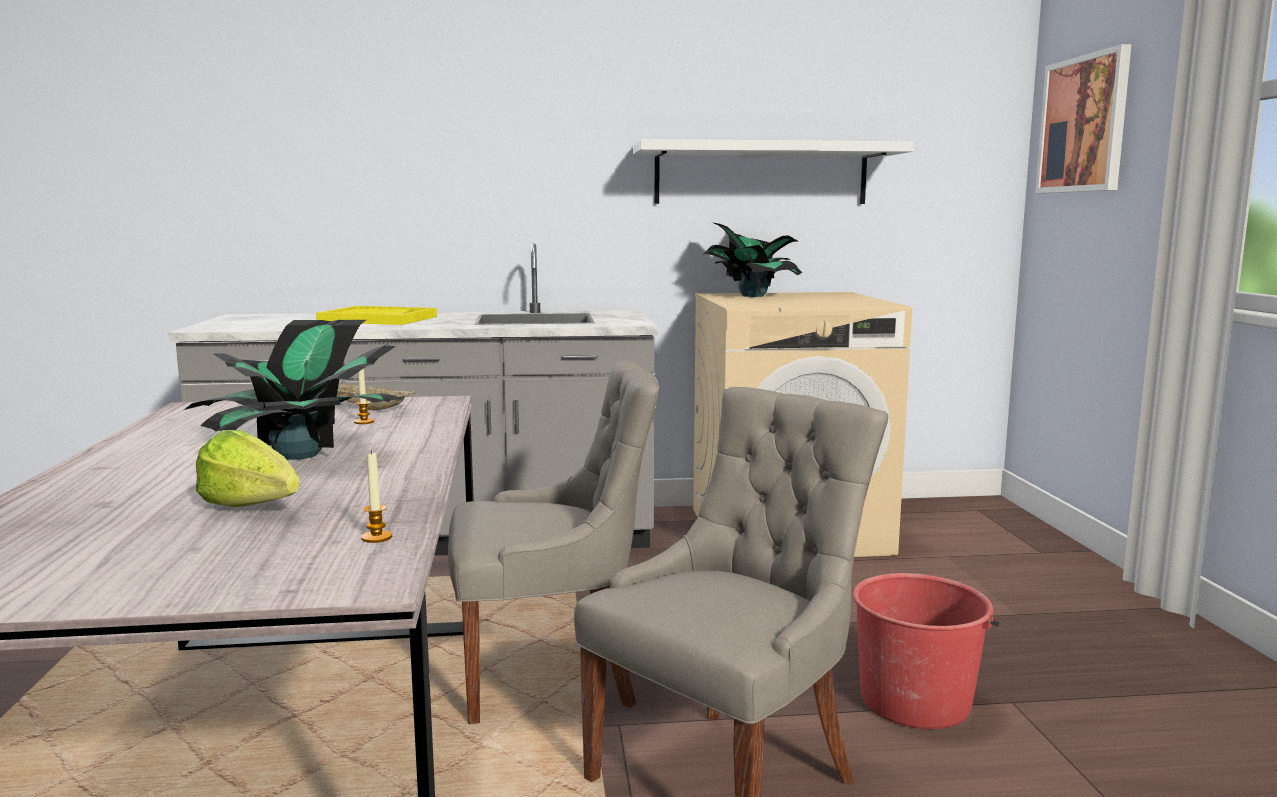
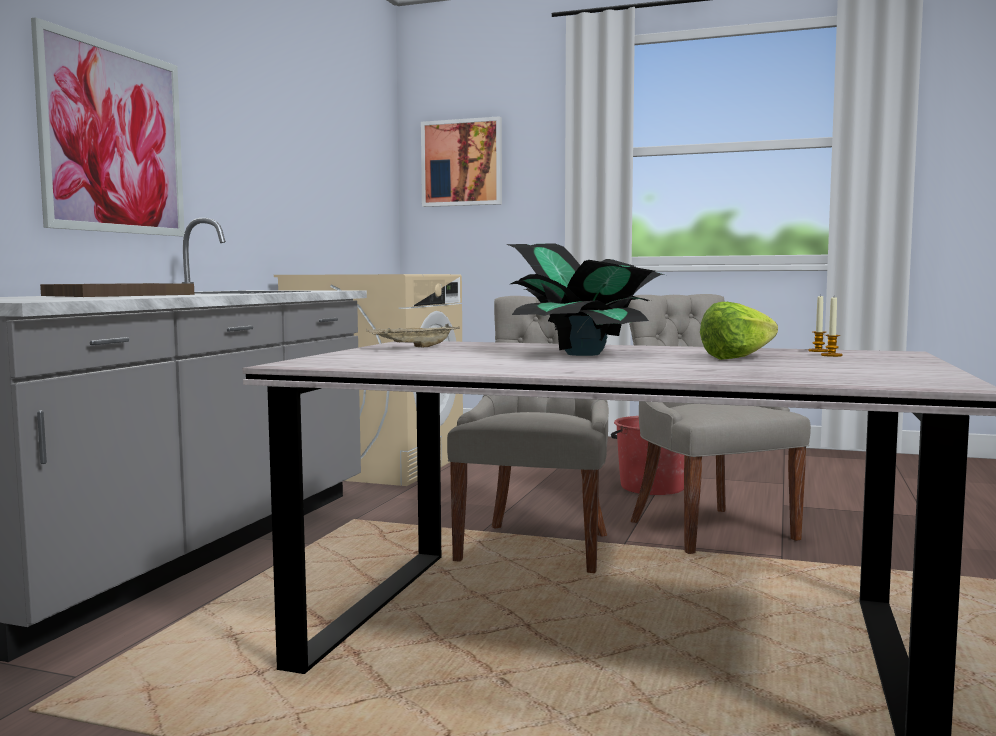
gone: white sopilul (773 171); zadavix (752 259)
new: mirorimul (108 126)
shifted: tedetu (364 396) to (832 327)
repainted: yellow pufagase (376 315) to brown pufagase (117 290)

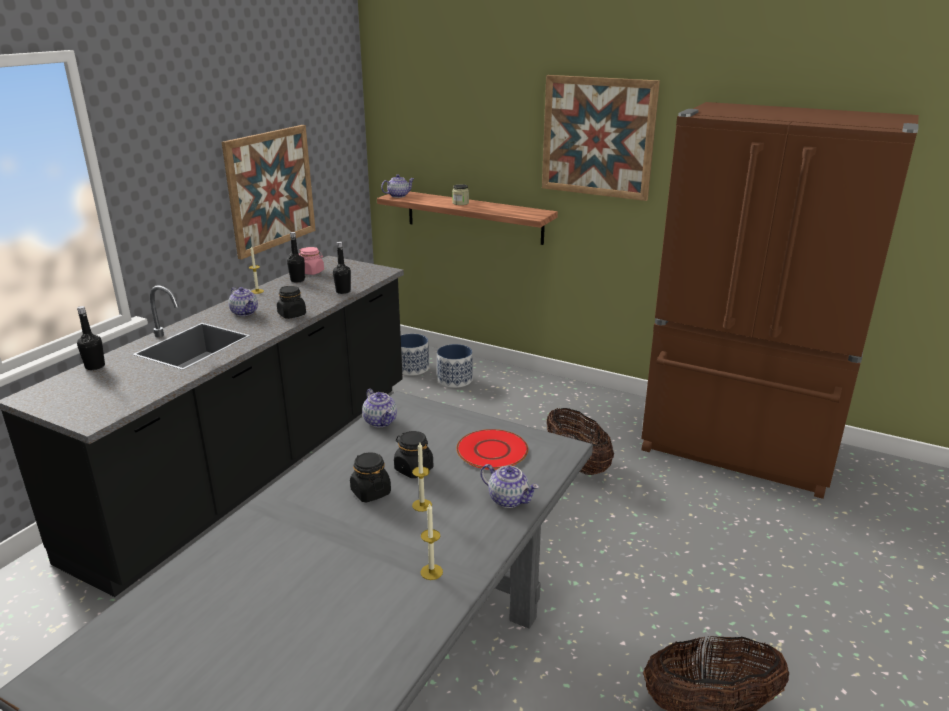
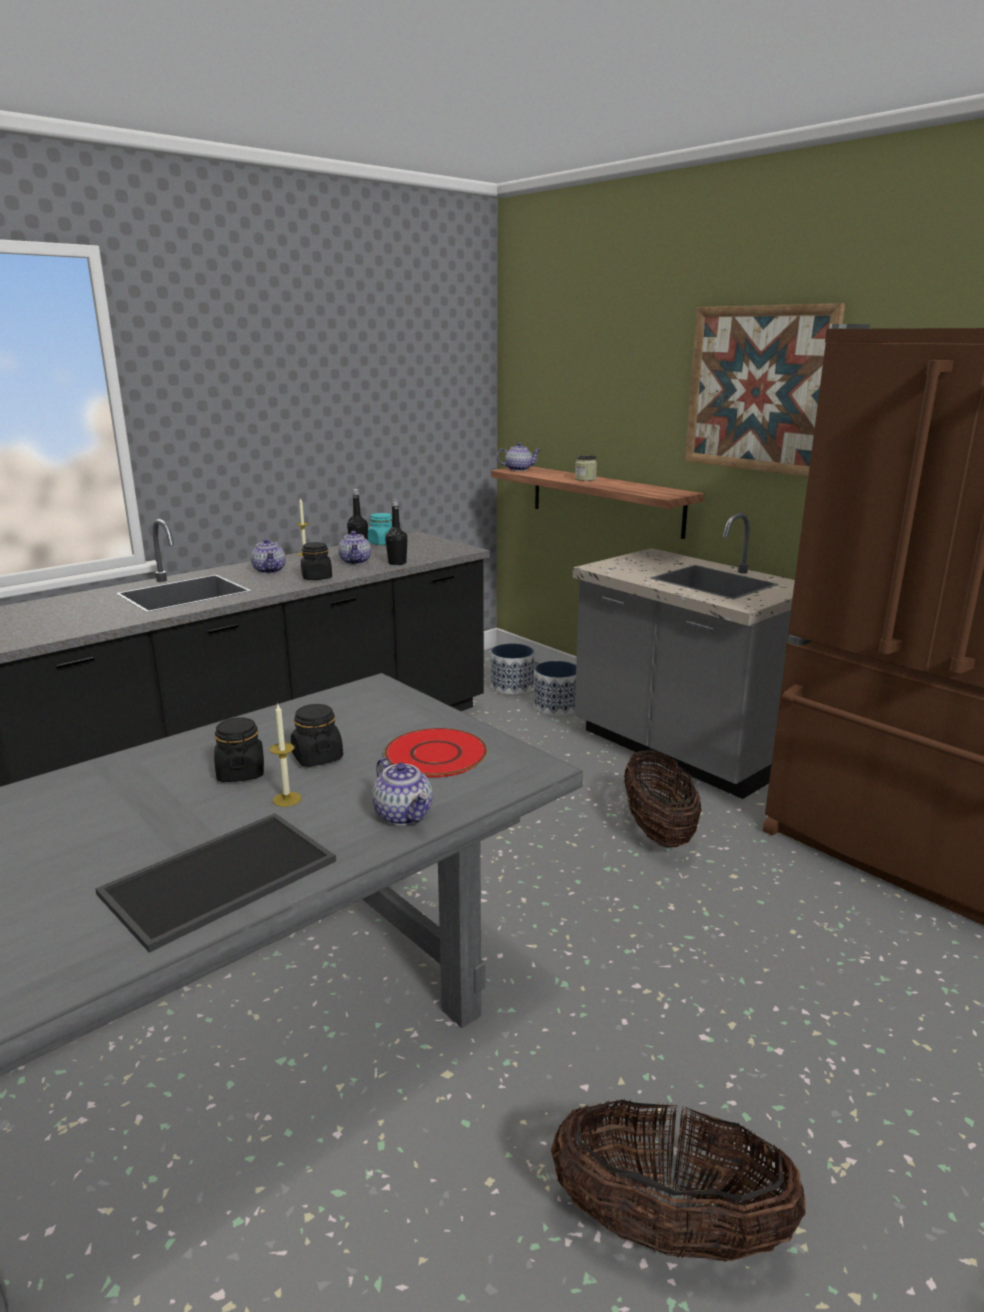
gone: mirorimul (268 192); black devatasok (91 338)
new: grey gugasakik (684 656)
shifted: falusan (379 408) to (354 547)
swapped: tedetu (431 541) to pufagase (215 883)
repainted: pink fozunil (311 261) to turquoise fozunil (380 529)

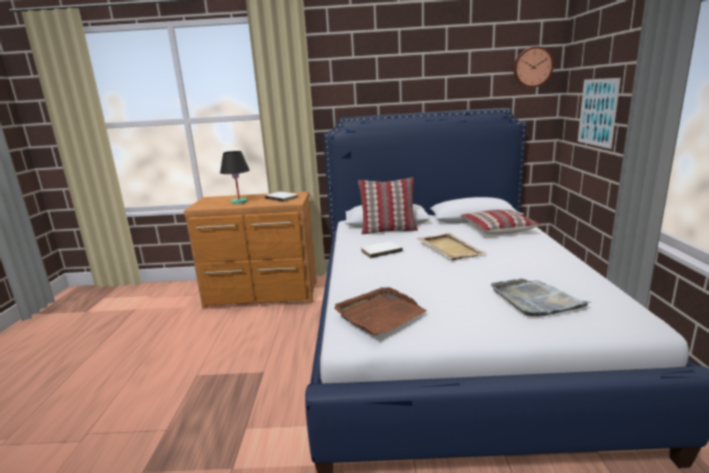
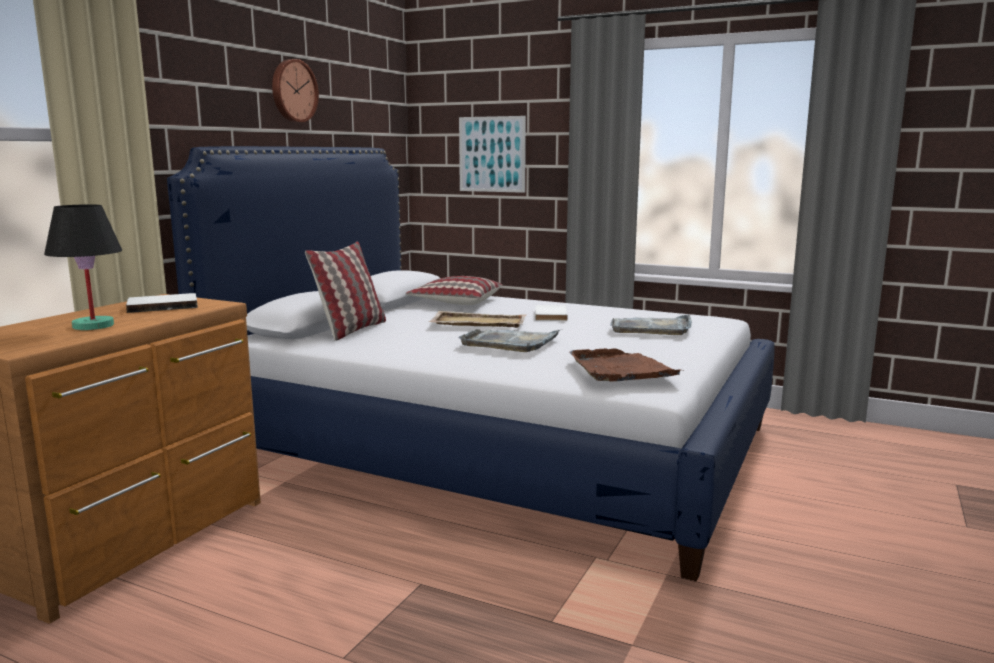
new: grey pufagase (509 340)
shifted: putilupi (533 67) to (295 91); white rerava (382 249) to (551 313)

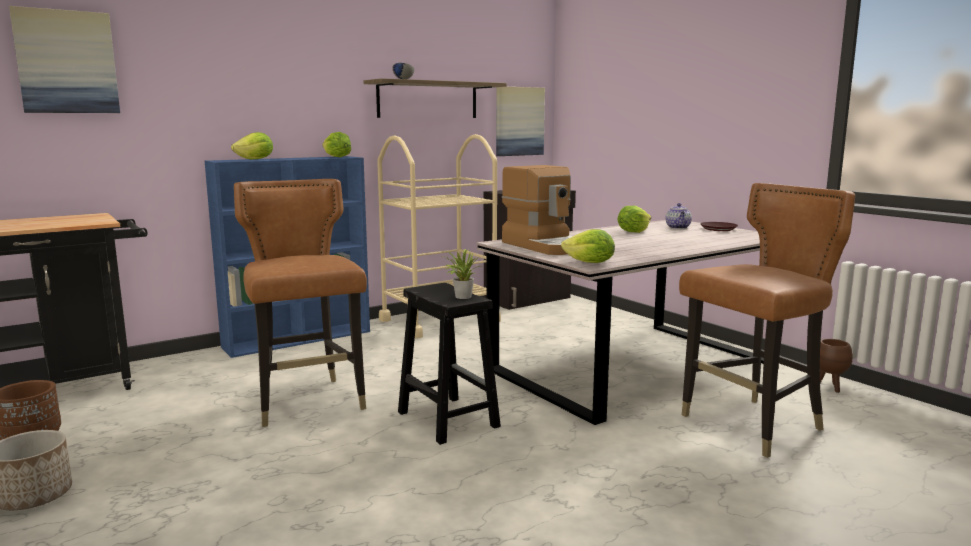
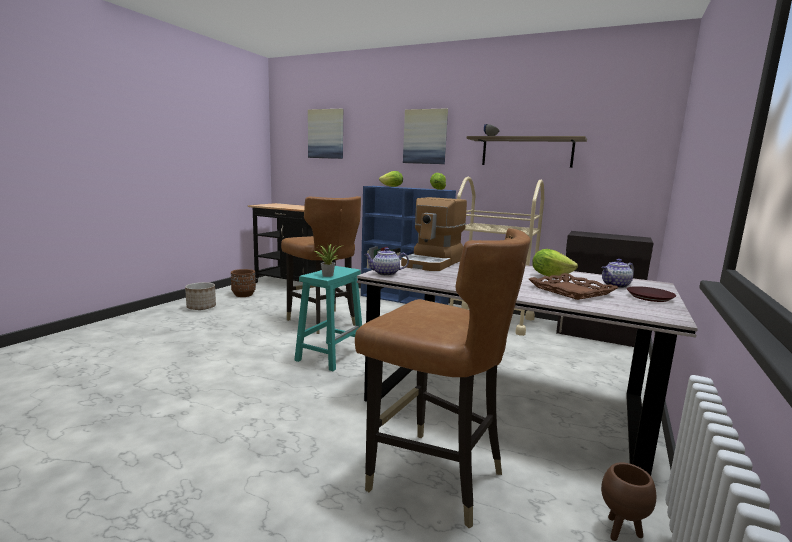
new: brown pufagase (574 286)
shifted: mirorimul (520 121) to (425 136)
swapped: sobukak (588 246) to falusan (386 261)
repainted: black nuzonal (449 364) to turquoise nuzonal (328 318)
rotated: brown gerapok (300 303) = (321 265) 105 degrees clockwise

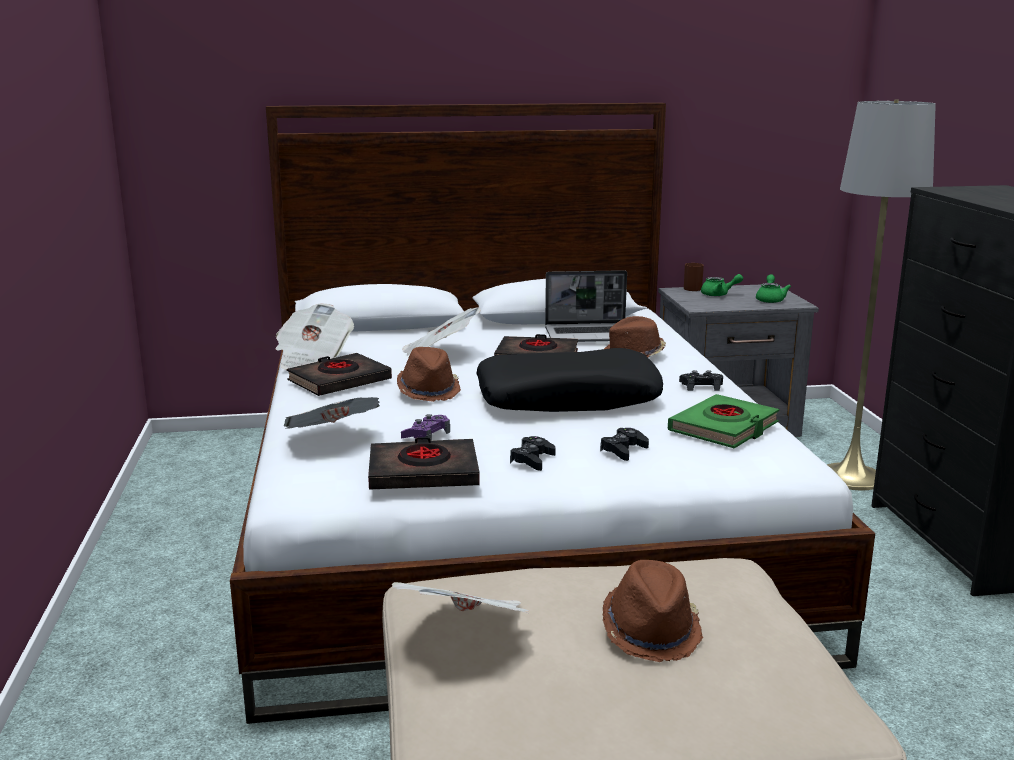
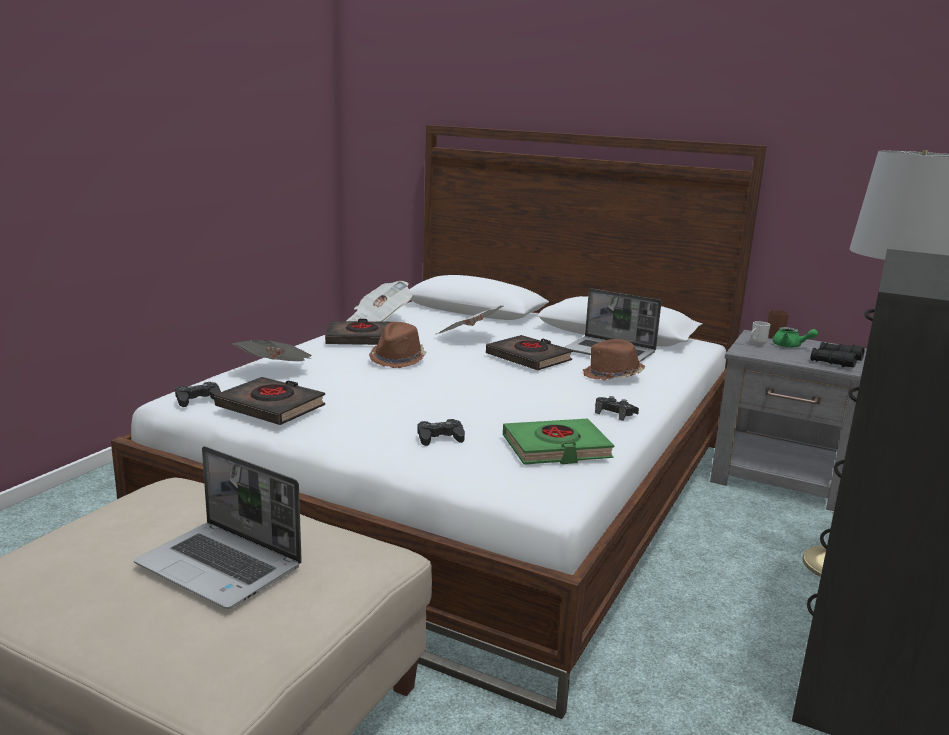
gone: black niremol (569 380); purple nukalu (425 427); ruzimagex (460 597)
new: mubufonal (760 333)
shifted: black nukalu (533 453) to (198 394)
swapped: green falusan (773 288) to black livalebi (838 355); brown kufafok (652 611) to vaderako (218 527)

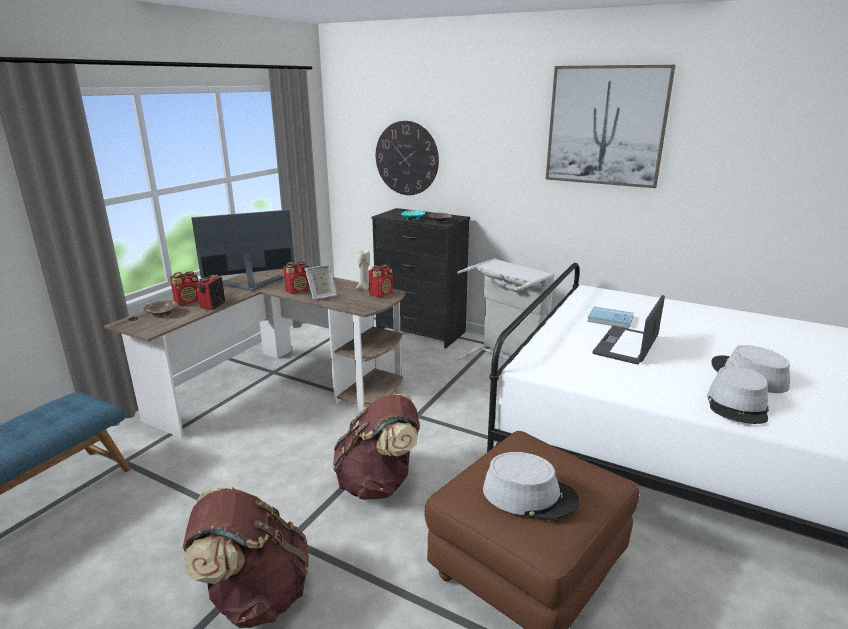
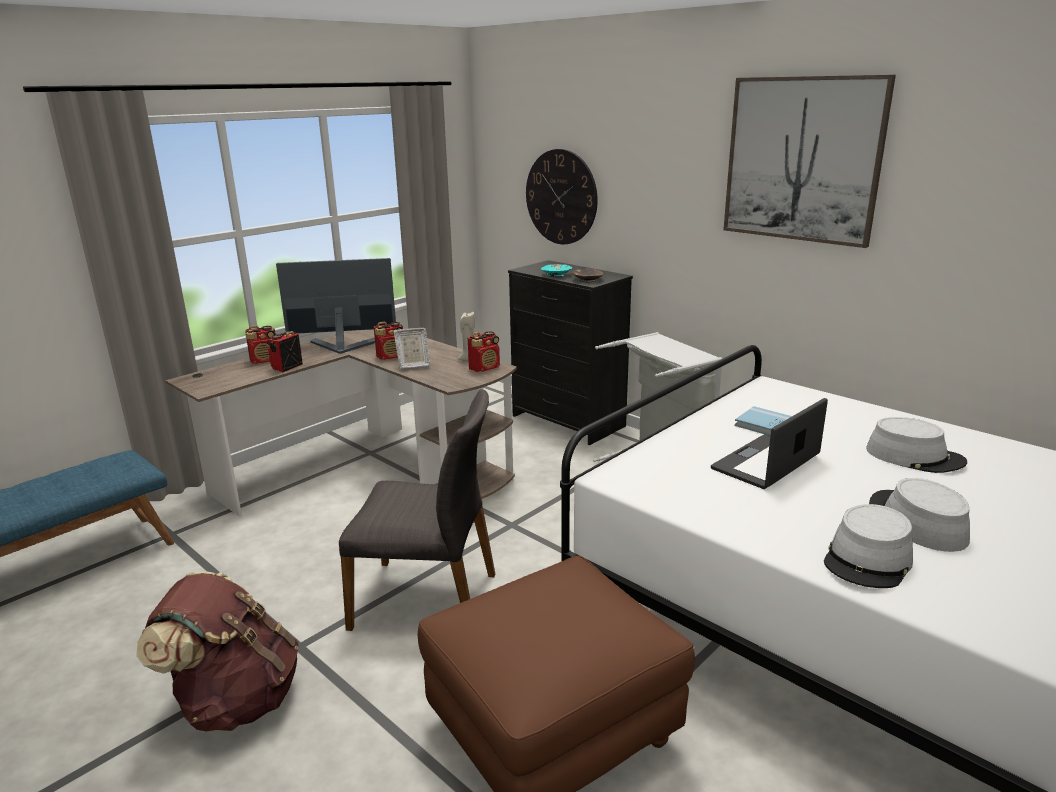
gone: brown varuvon (161 309)
shifted: grey kufafok (531 486) to (916 445)
swapped: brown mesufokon (376 447) to grey gerapok (417 510)

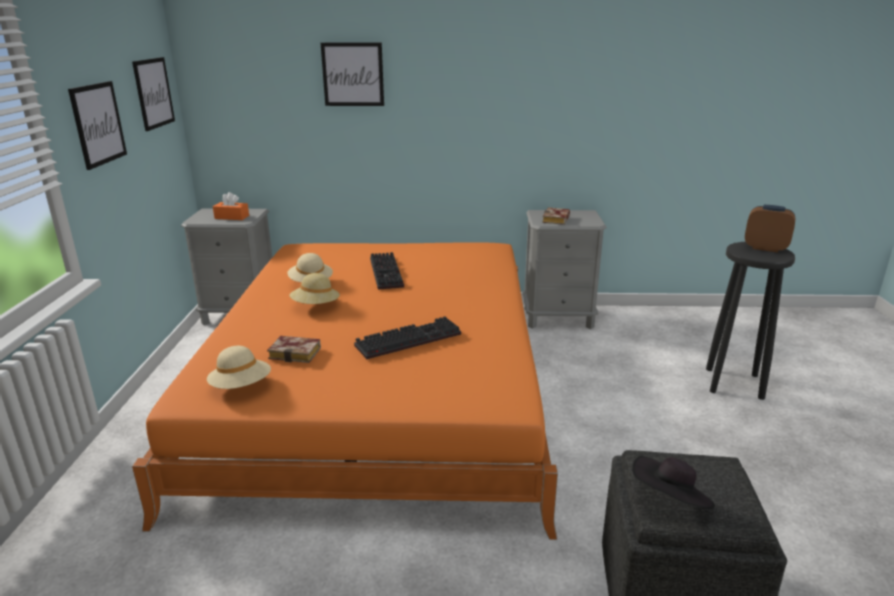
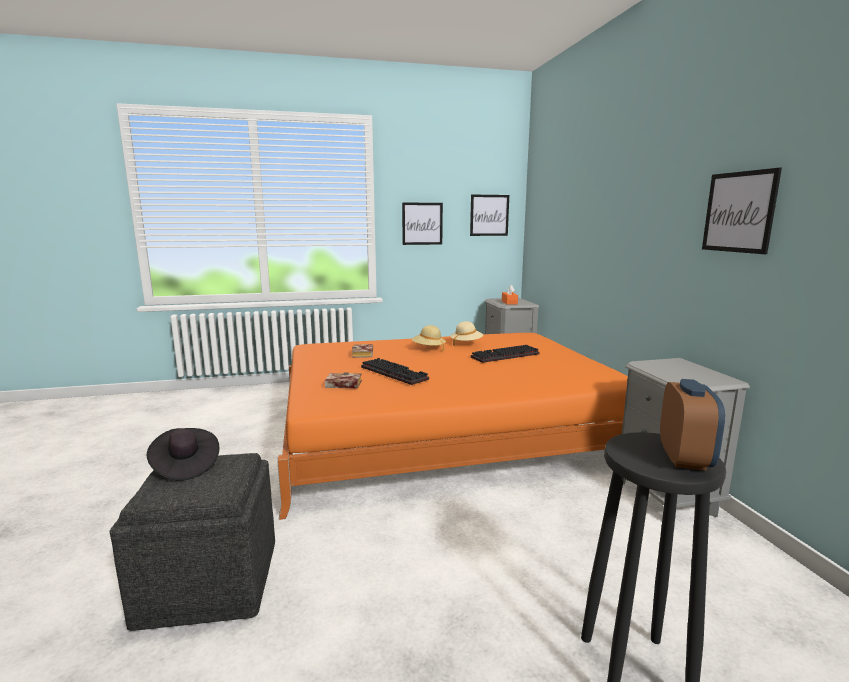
gone: beige kufafok (239 367)
shifted: mirorimul (352 74) to (742 211); rerava (556 216) to (343 380)

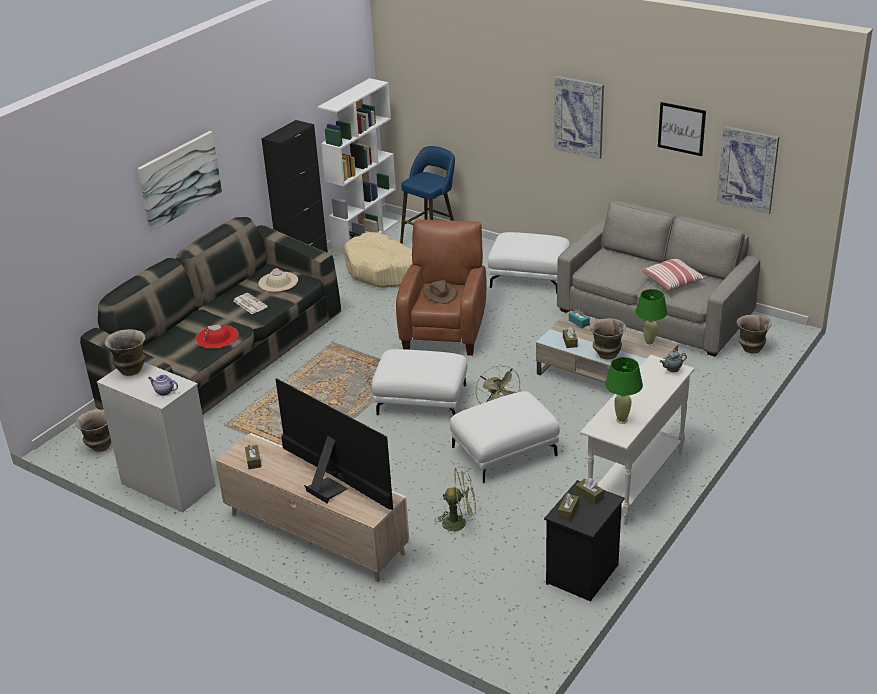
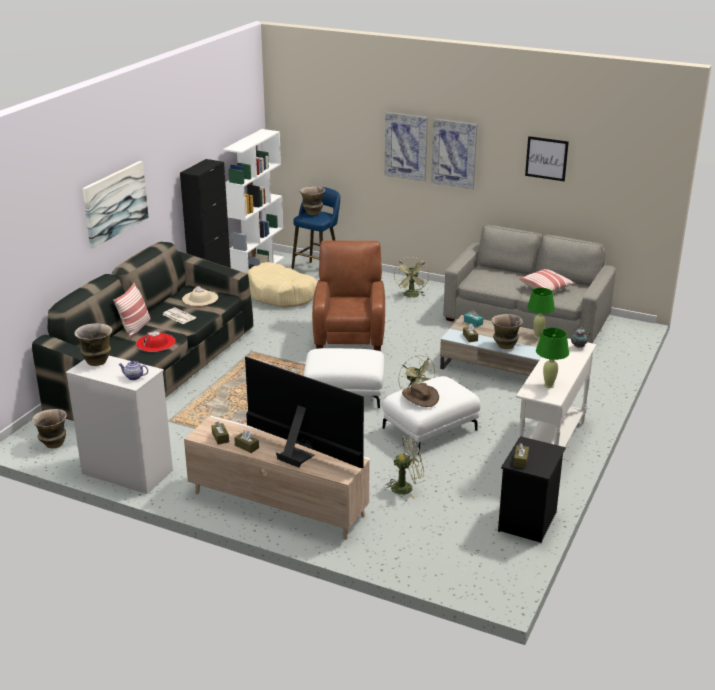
new: niremol (132 310)
shifted: mirorimul (748 170) to (406 147); brown kufafok (439 292) to (420 395); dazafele (754 334) to (312 200); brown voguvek (590 491) to (246 441)
swapped: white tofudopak (529 263) to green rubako (411 277)

